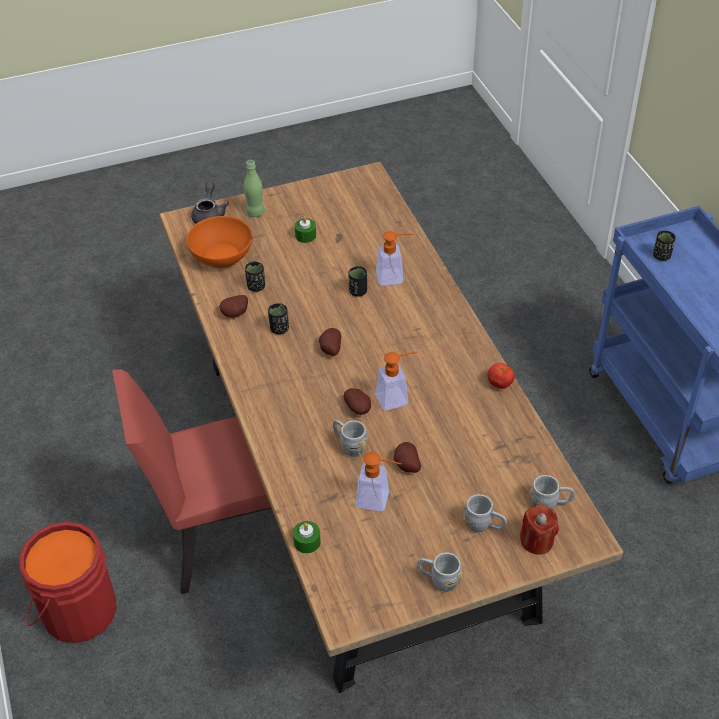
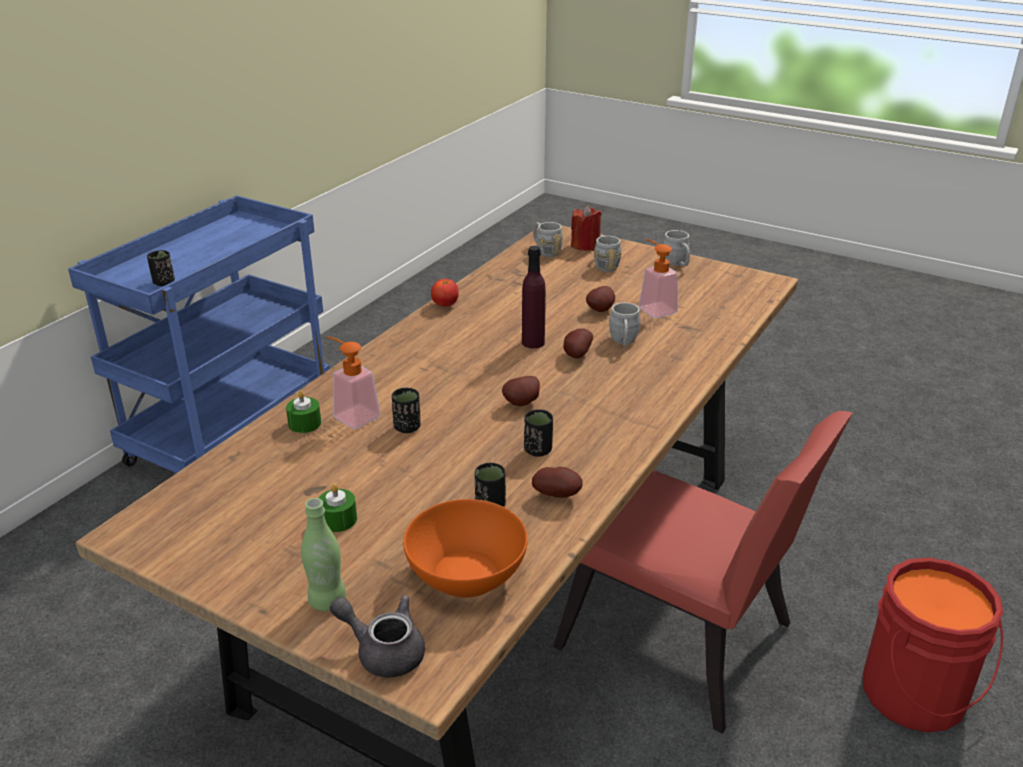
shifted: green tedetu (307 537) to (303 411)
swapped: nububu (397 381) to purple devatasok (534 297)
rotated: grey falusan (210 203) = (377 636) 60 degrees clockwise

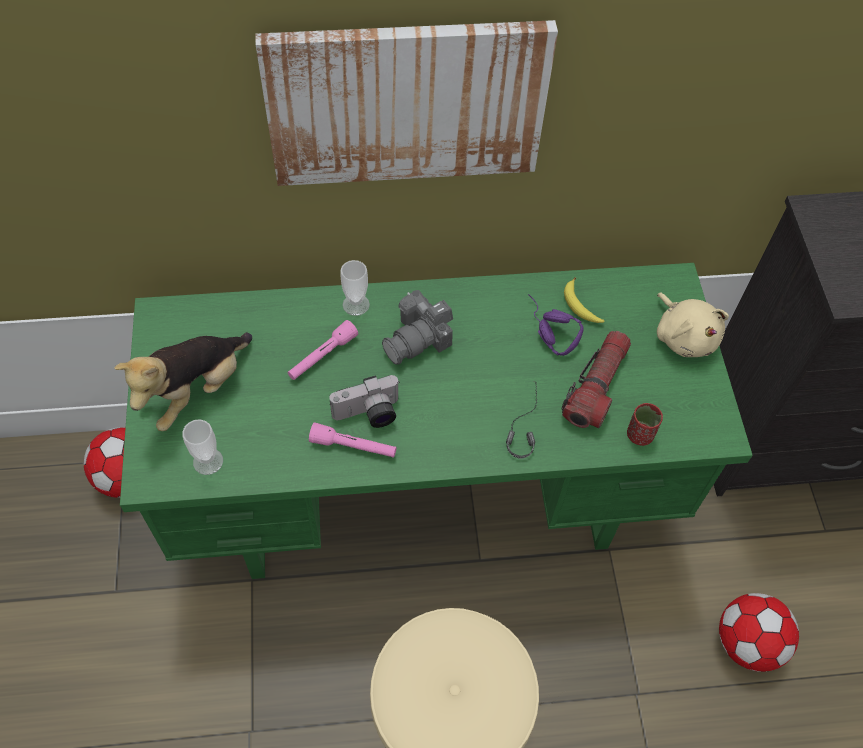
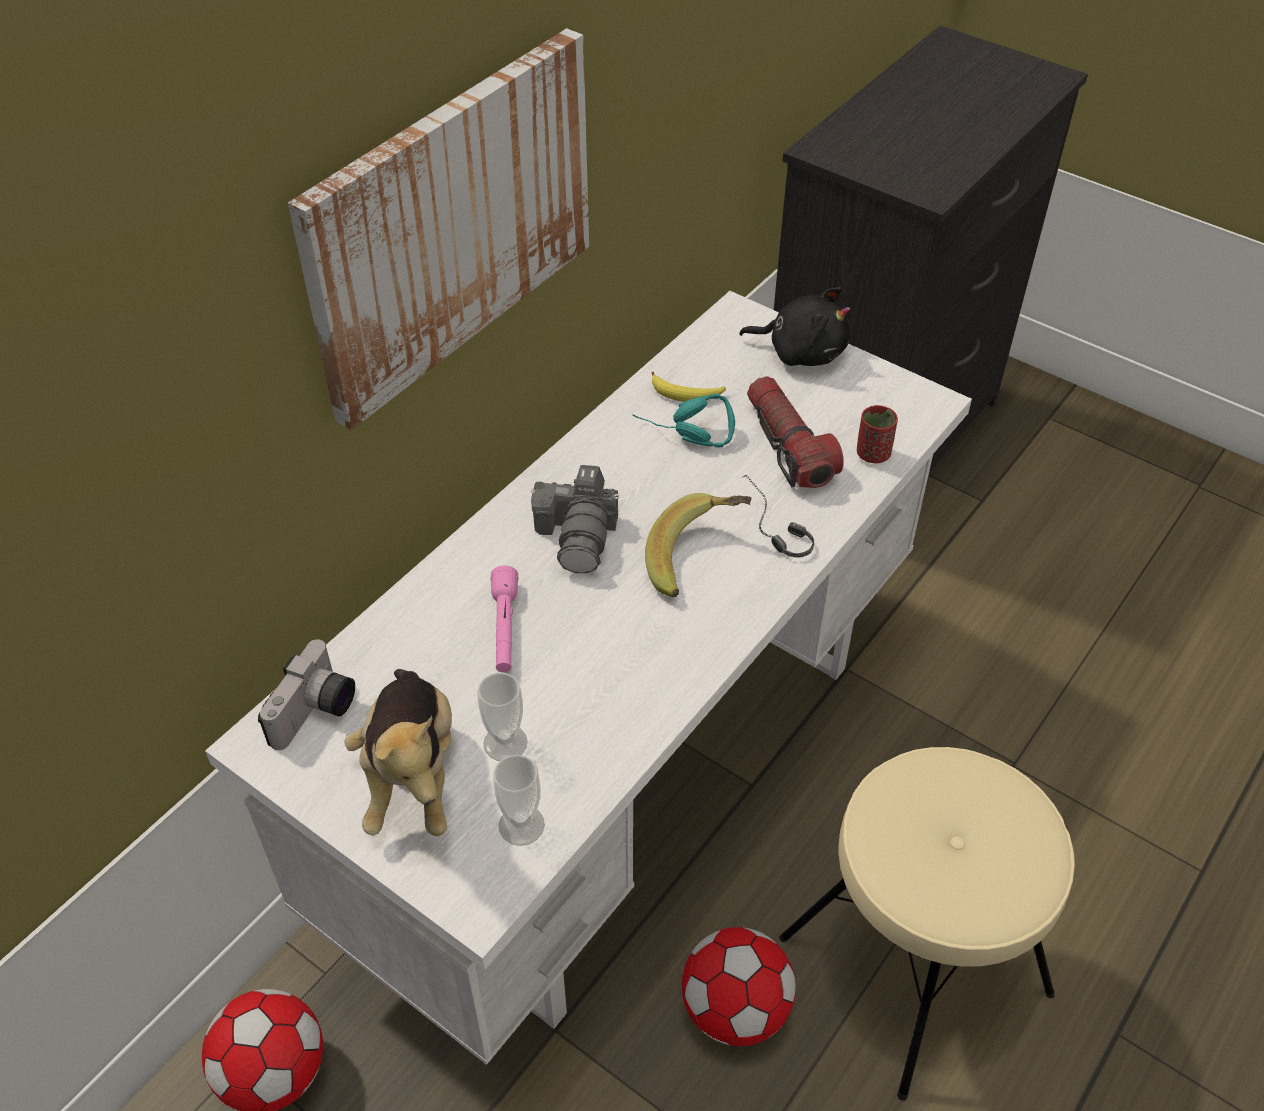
gone: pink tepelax (353 440)
new: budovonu (698 545)
shifted: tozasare (355 288) to (502 717); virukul (364 401) to (306 694); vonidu (759 632) to (739 986)
repainted: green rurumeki (436 421) to white rurumeki (588 678); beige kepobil (693 325) to black kepobil (794 326); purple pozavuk (556 325) to turquoise pozavuk (683 420)

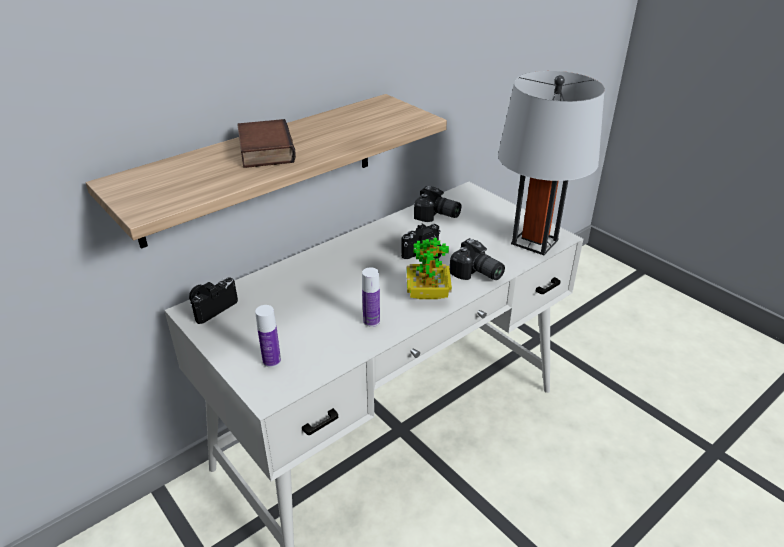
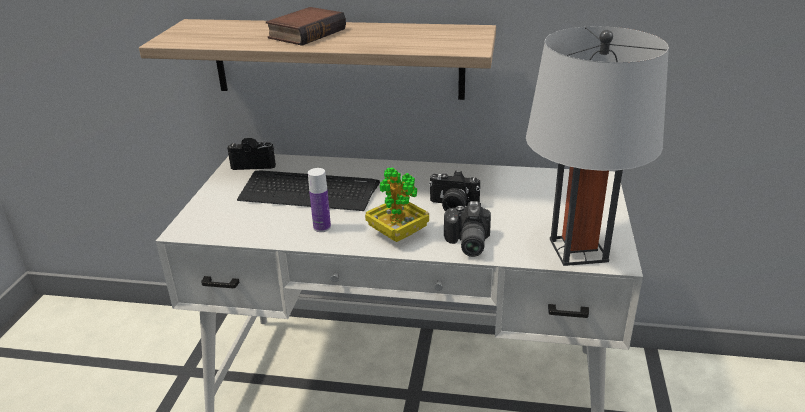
gone: virukul (437 204); devatasok (268 336)
new: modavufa (308 191)

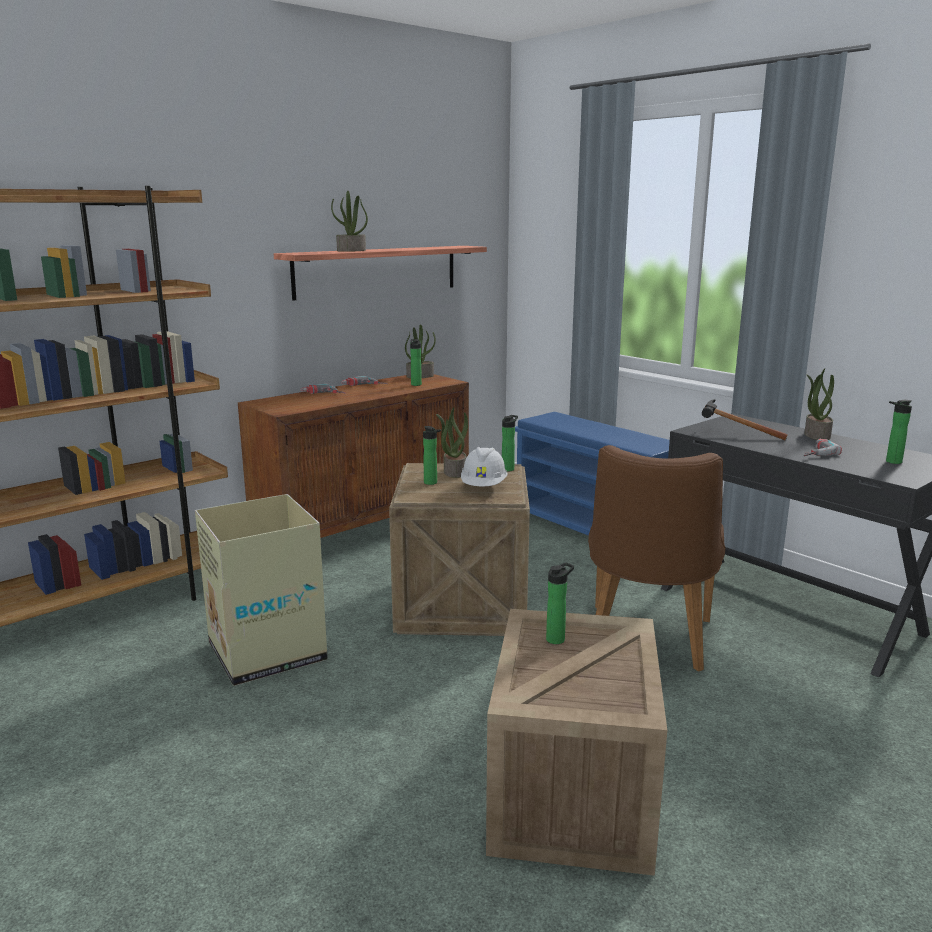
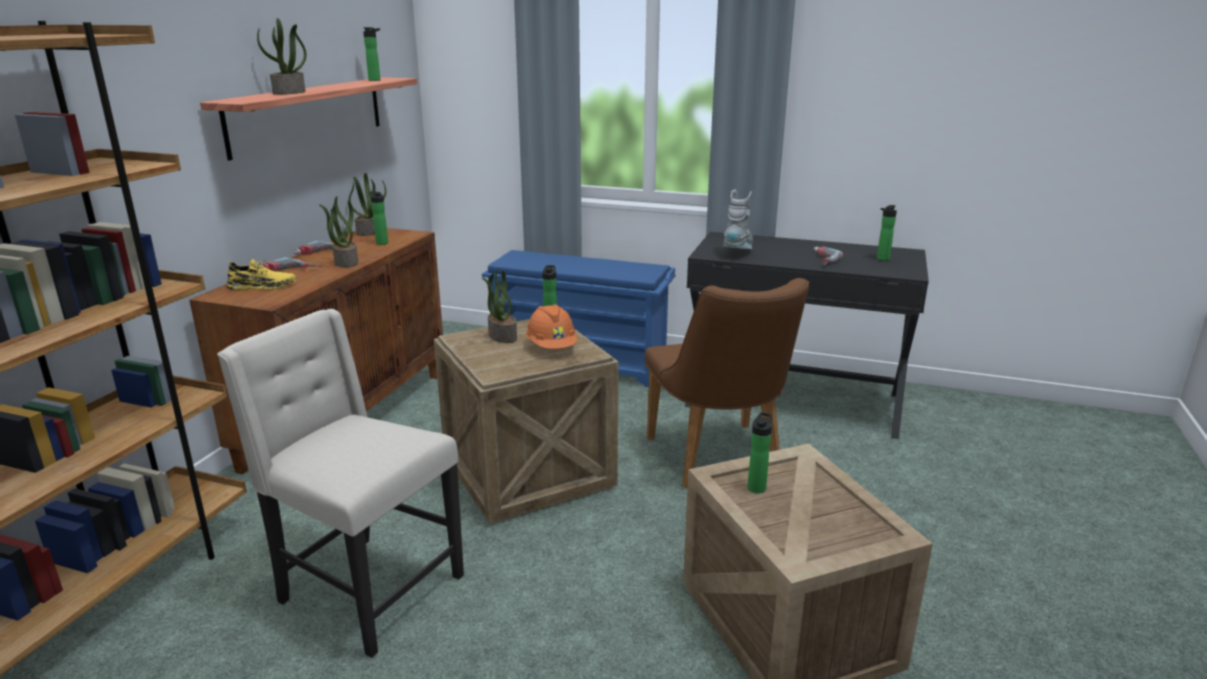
new: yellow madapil (261 274)
shifted: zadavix (819 404) to (338 232); devatasok (432 455) to (371 54)
swapped: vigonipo (745 419) to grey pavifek (738 219); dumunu (261 590) to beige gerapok (340 483)
repainted: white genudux (484 466) to orange genudux (551 326)

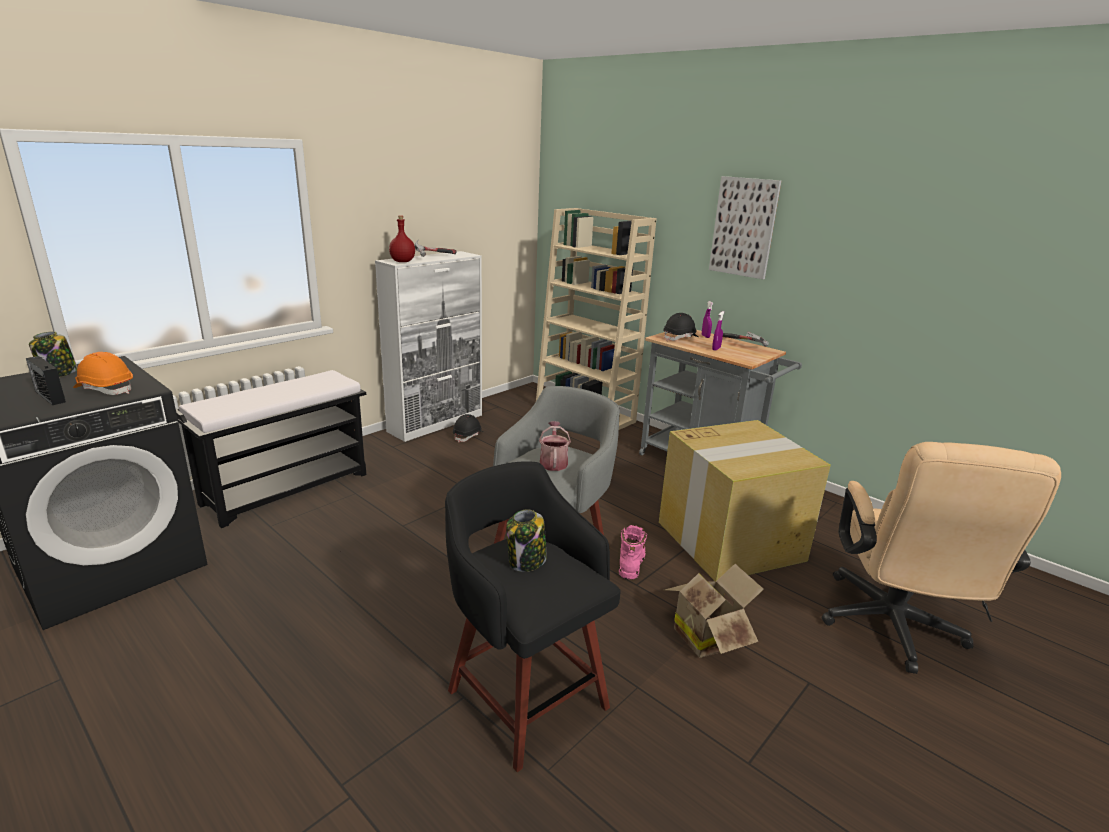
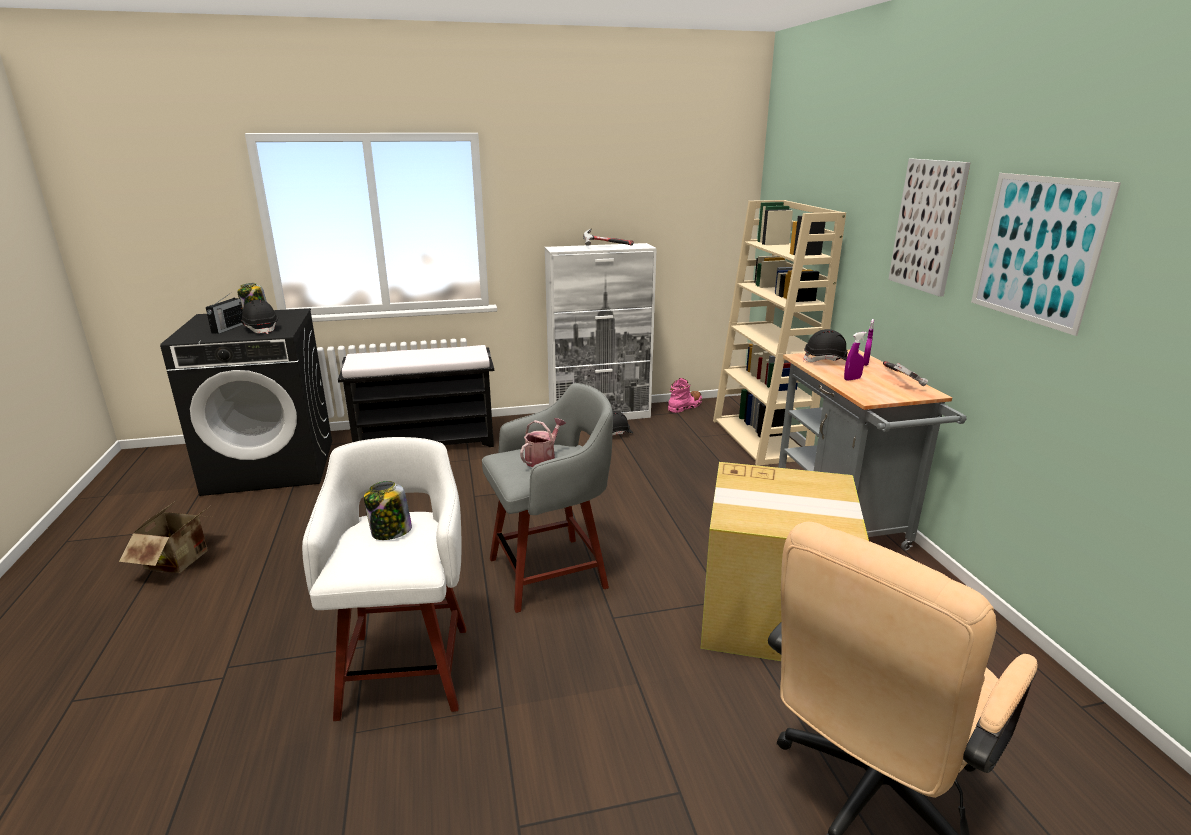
gone: red devatasok (402 239)
new: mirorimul (1046 254)
shifted: pink pavifek (633 552) to (685 395); dumunu (714 611) to (168 537)
repainted: orange genudux (103 373) to black genudux (259 317); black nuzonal (533 616) to white nuzonal (384 579)
rotated: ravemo (46 380) = (225 313) 150 degrees counterclockwise

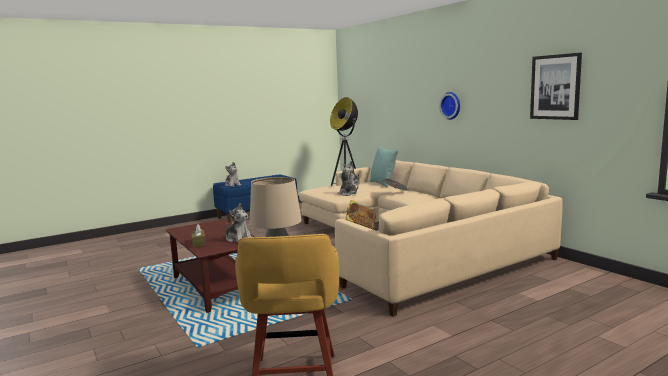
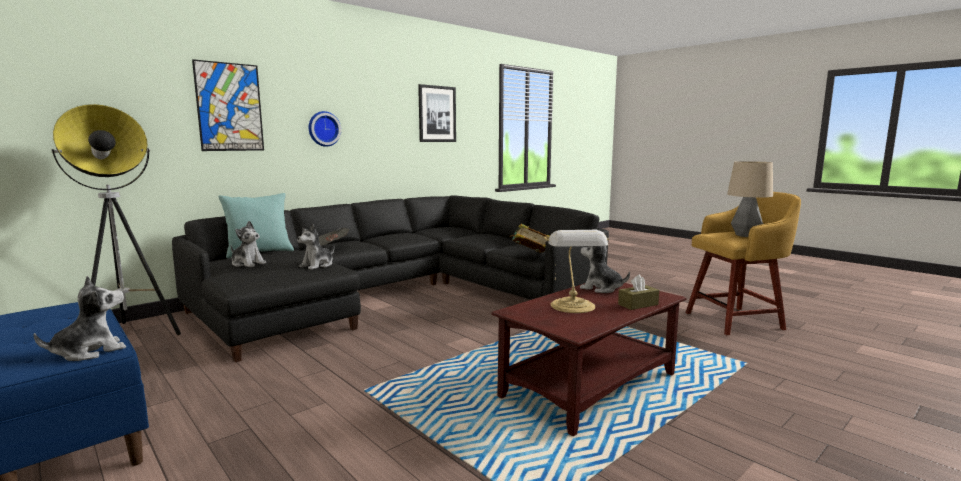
new: mirorimul (228 105); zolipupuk (576 271)
repainted: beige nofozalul (431 238) to black nofozalul (390 278)
rotated: kepobil (238 222) = (605 269) 90 degrees counterclockwise

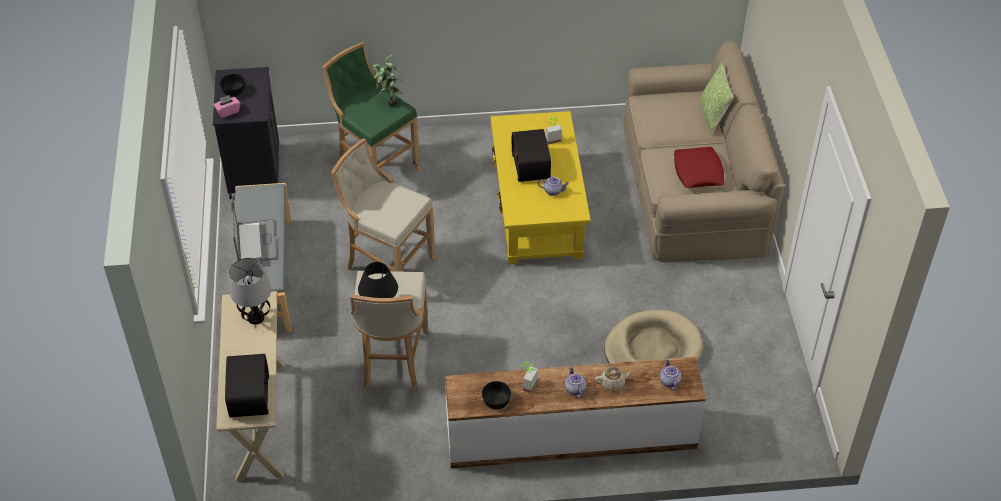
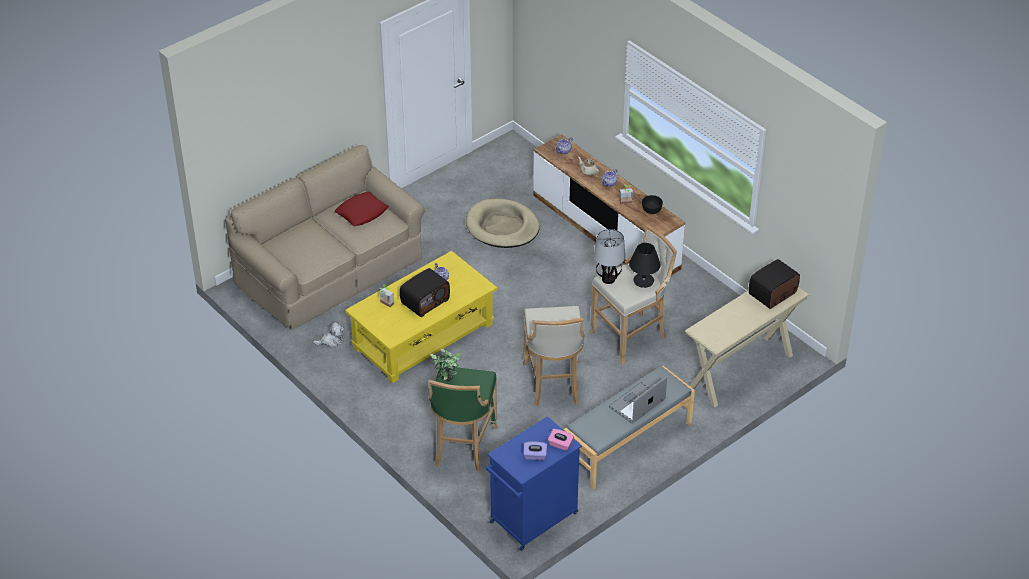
gone: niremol (716 98)
new: kepobil (328 335)
shifted: zolipupuk (250 291) to (609 256)
swapped: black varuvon (232 85) to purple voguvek (535 451)
repainted: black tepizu (246 133) to blue tepizu (534 483)

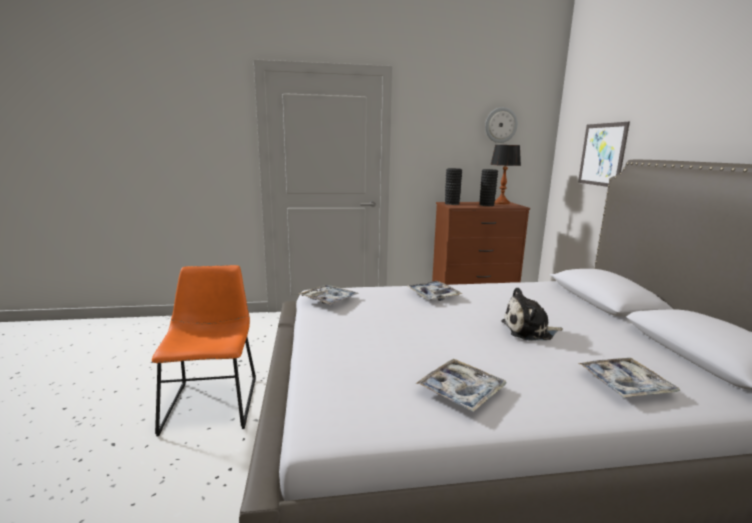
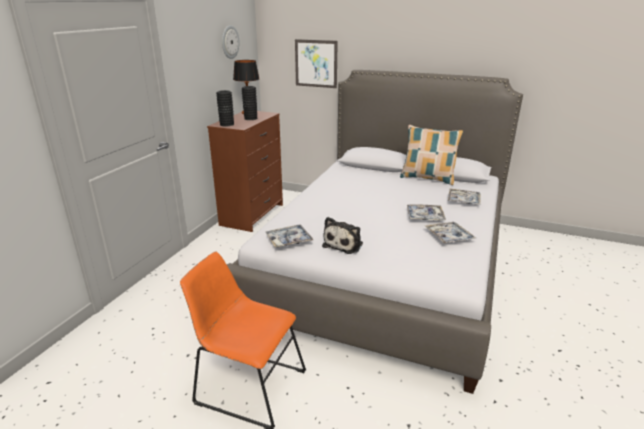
new: niremol (431 155)
shifted: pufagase (434 291) to (426 212); kepobil (532 313) to (342 235)

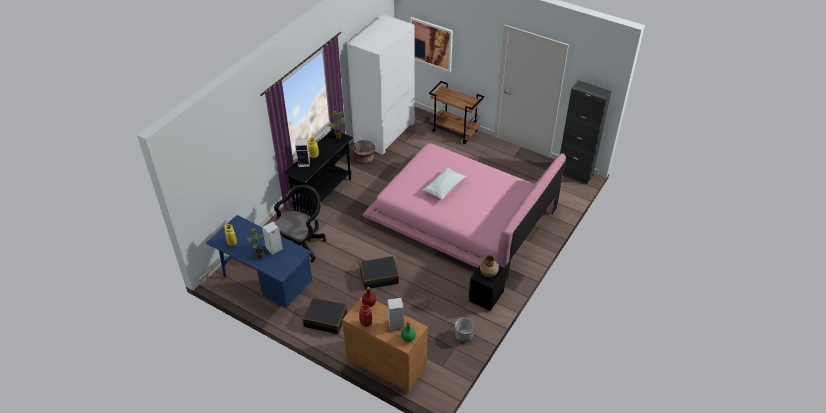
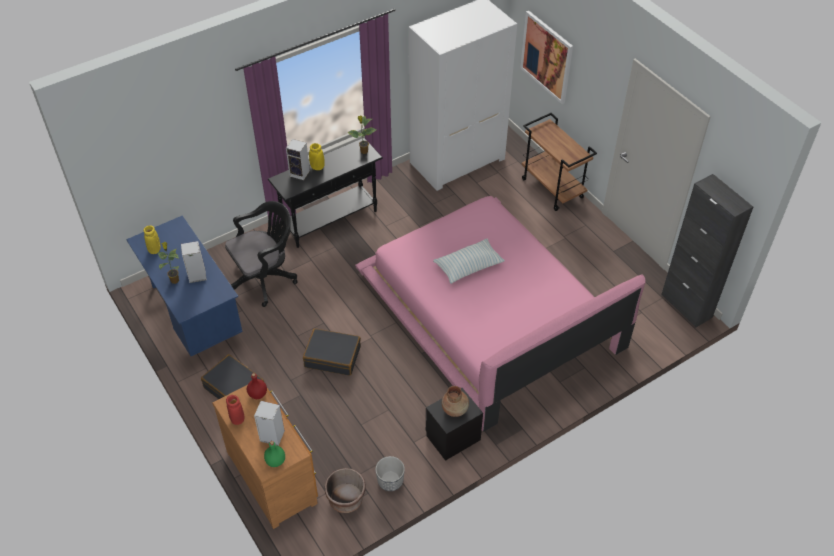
shifted: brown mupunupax (363 152) to (345 490)

